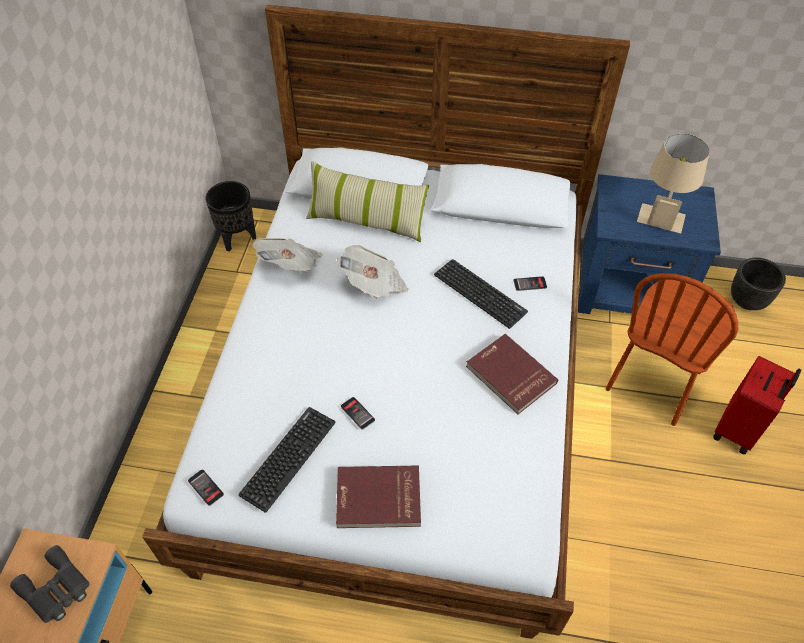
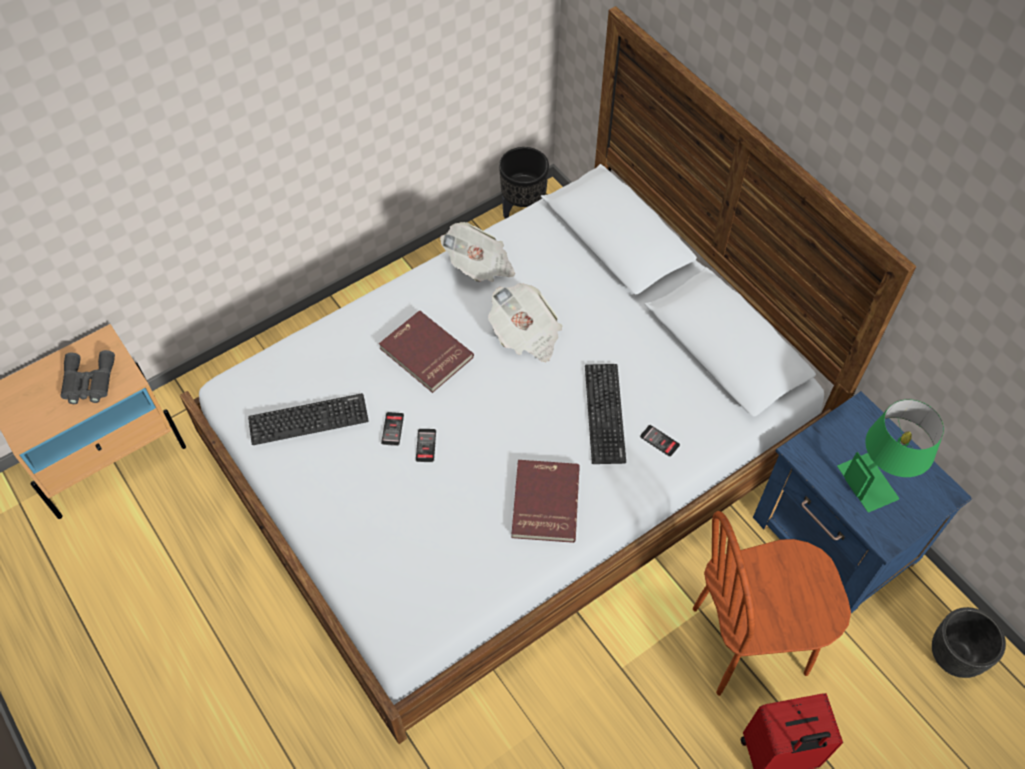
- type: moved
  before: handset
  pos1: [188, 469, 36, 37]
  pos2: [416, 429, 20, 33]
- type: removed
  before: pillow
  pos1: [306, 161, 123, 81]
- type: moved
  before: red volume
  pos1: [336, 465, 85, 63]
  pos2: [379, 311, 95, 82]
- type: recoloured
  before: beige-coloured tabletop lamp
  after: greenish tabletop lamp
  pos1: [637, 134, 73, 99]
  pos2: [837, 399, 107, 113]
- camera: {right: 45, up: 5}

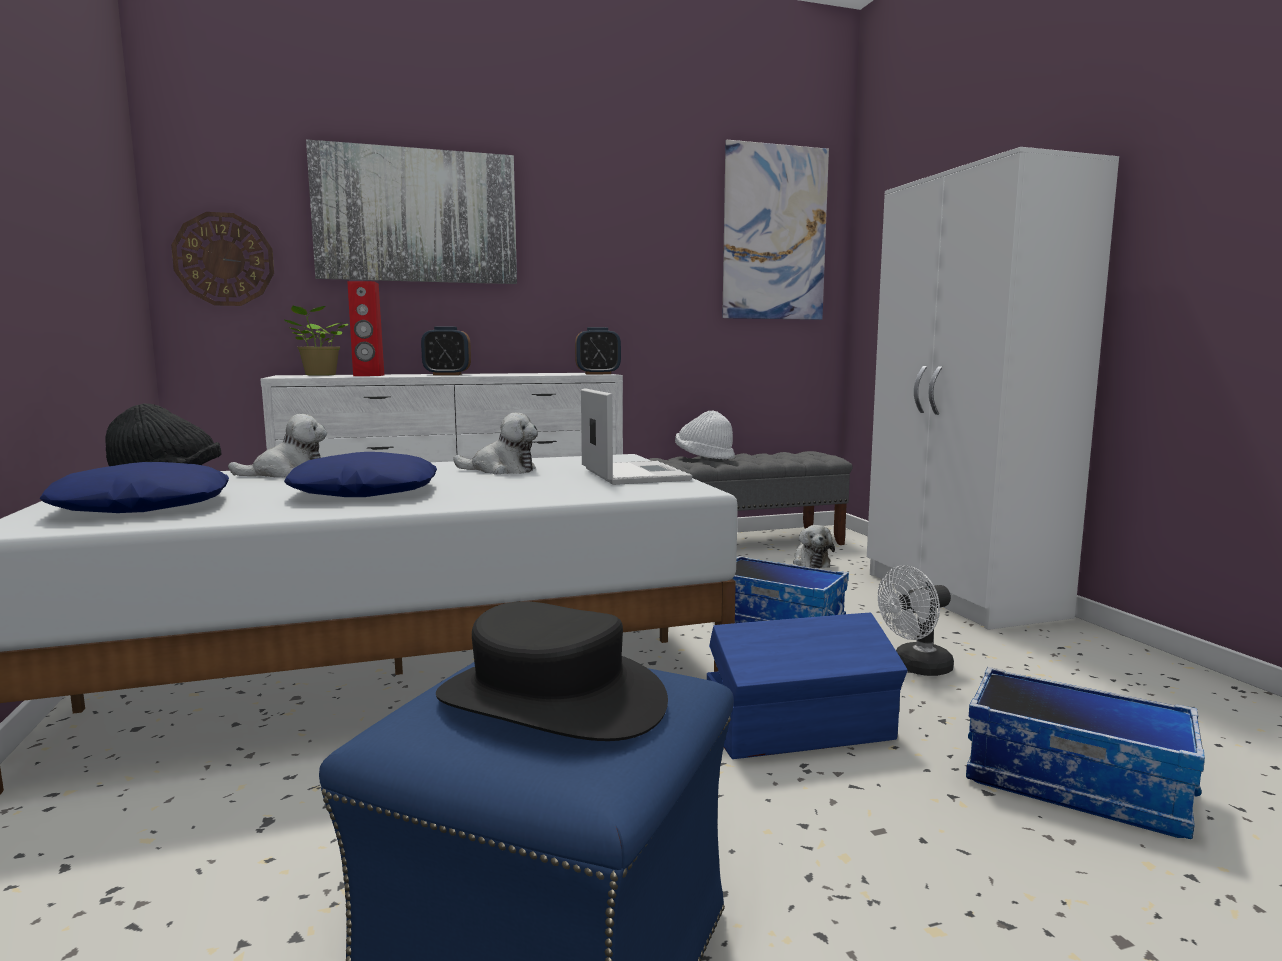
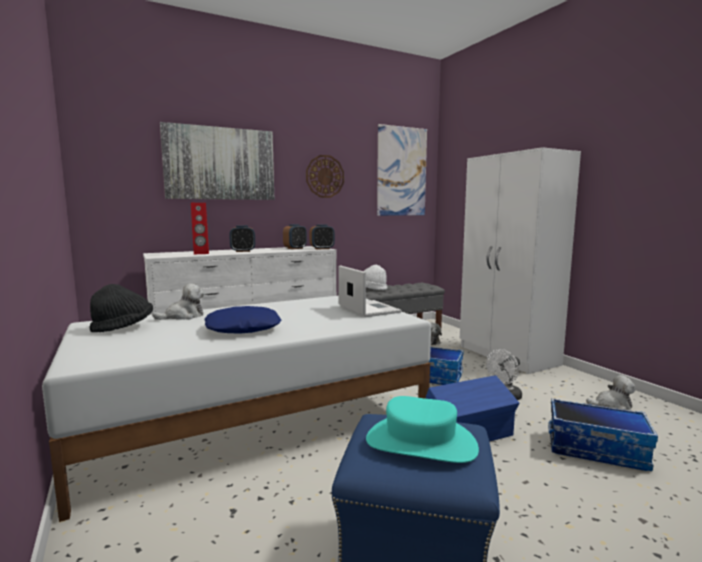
- type: removed
  before: blue pillow
  pos1: [40, 462, 189, 51]
- type: moved
  before: hanging clock
  pos1: [171, 212, 103, 94]
  pos2: [306, 155, 38, 43]
- type: removed
  before: plant in a pot
  pos1: [283, 305, 65, 71]
- type: recoloured
  before: blackish hat
  after: turquoise hat
  pos1: [436, 602, 232, 139]
  pos2: [366, 396, 113, 67]
- type: moved
  before: soft toy
  pos1: [453, 413, 85, 62]
  pos2: [586, 375, 49, 35]
- type: added
  after: bedside clock
  pos2: [283, 224, 24, 25]
- camera: {right: -10, up: 0}

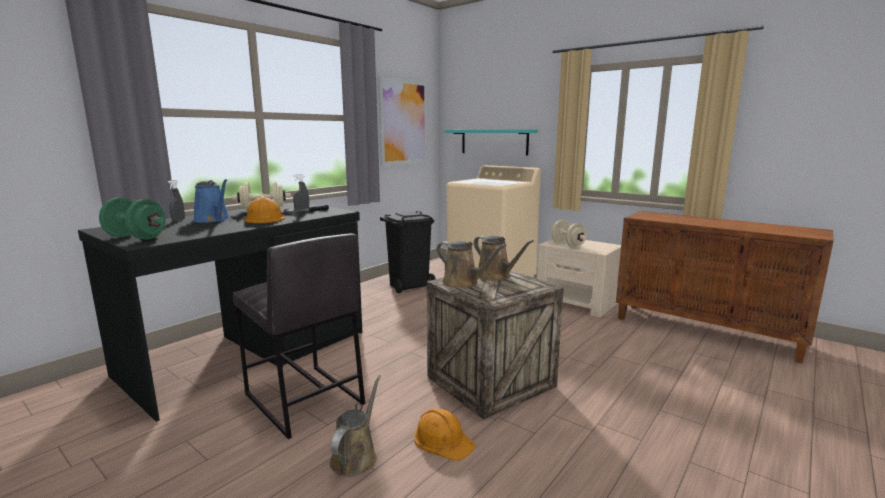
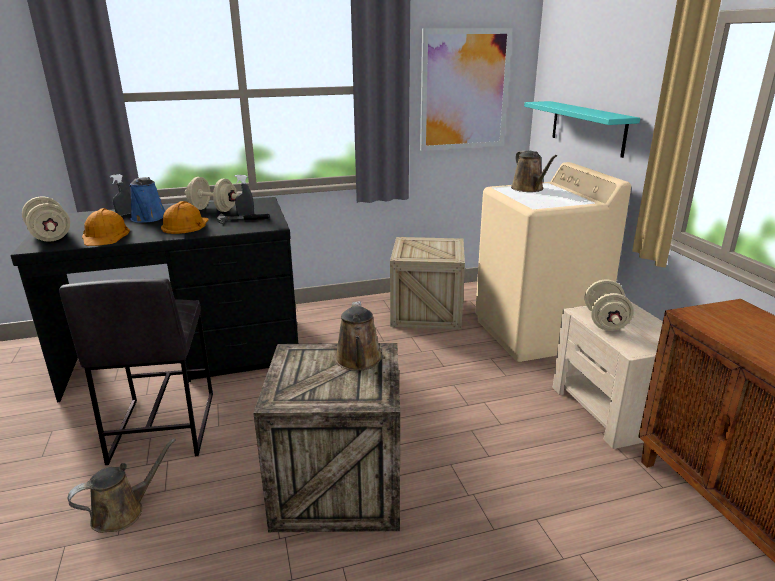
- type: recoloured
  before: greenish free weight
  after: beige-coloured free weight
  pos1: [99, 198, 67, 42]
  pos2: [22, 196, 48, 46]
- type: replaced
  before: blackish trash can
  after: shipping crate
  pos1: [380, 211, 56, 82]
  pos2: [390, 237, 75, 93]
- type: moved
  before: orange-coloured safety helmet
  pos1: [414, 408, 62, 52]
  pos2: [82, 208, 48, 38]
- type: moved
  before: brown sprinkling can
  pos1: [436, 241, 71, 47]
  pos2: [511, 151, 46, 41]
- camera: {right: 35, up: 10}

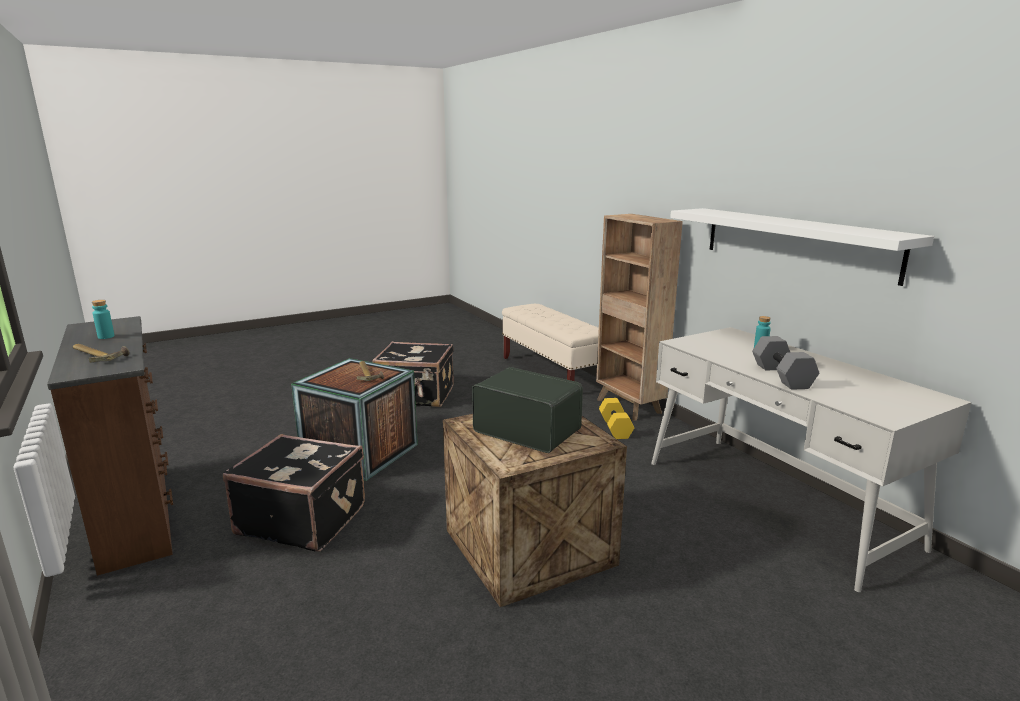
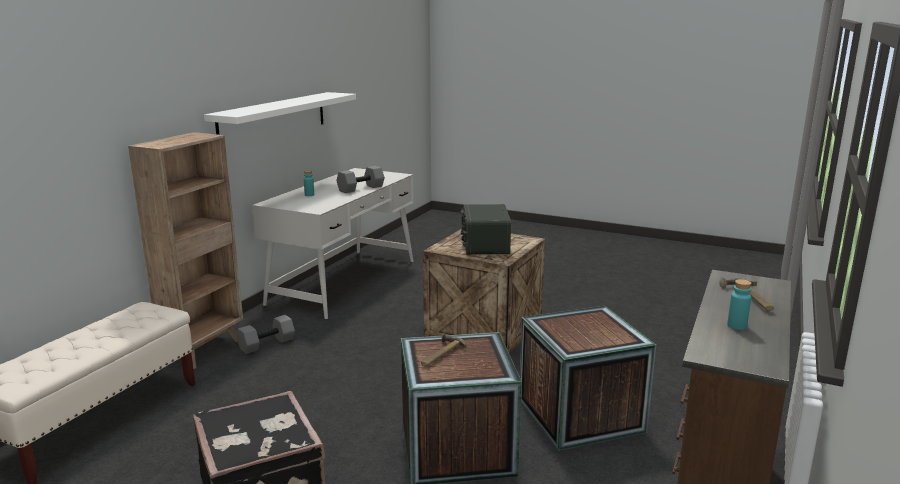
- type: replaced
  before: blackish suitcase
  after: shipping crate
  pos1: [223, 434, 142, 117]
  pos2: [520, 306, 136, 145]
- type: recoloured
  before: yellow free weight
  after: grey free weight
  pos1: [599, 398, 35, 41]
  pos2: [237, 315, 58, 39]
- camera: {right: -125, up: 0}

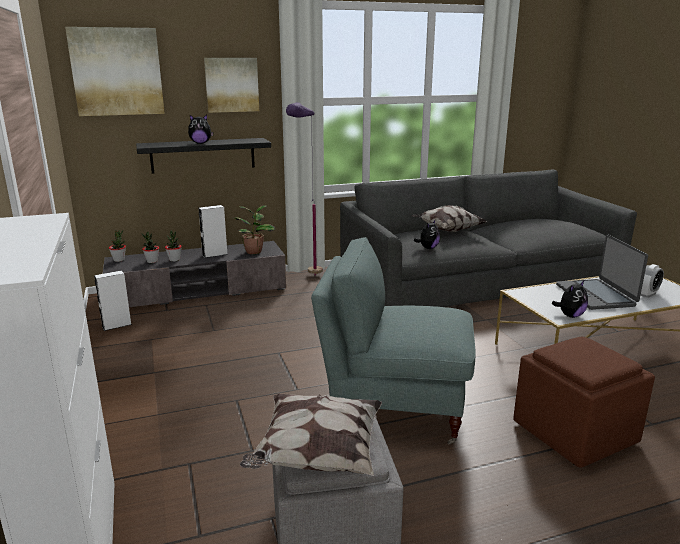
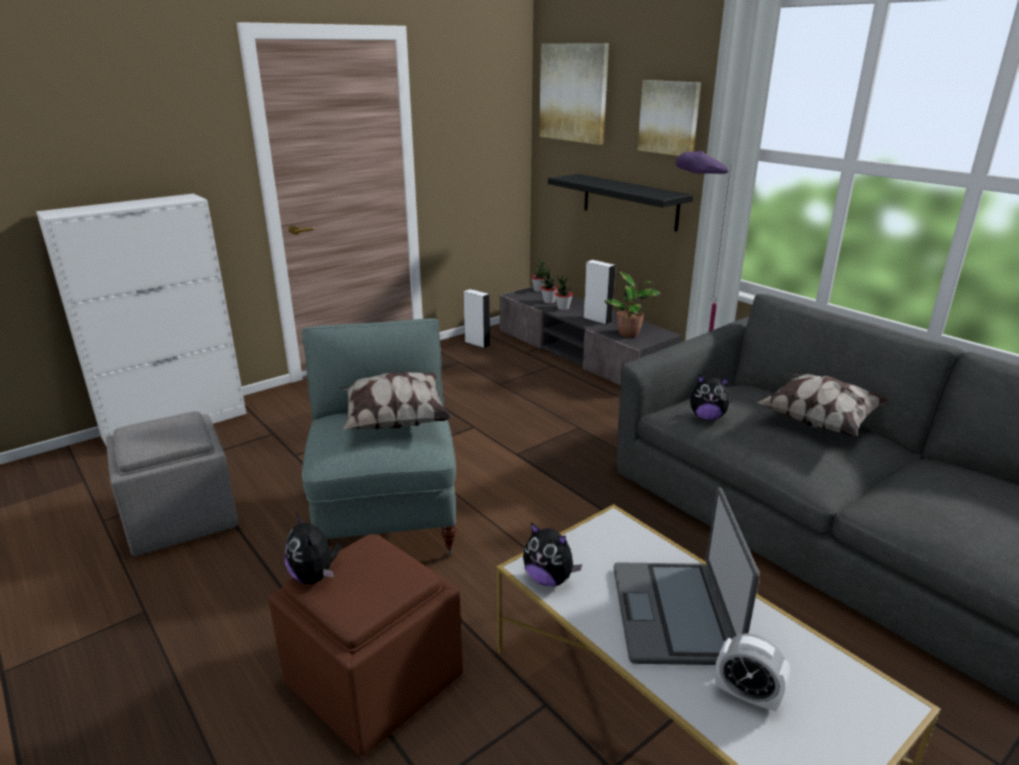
- type: moved
  before: soft toy
  pos1: [188, 115, 26, 29]
  pos2: [284, 513, 57, 71]
- type: moved
  before: pillow
  pos1: [240, 394, 142, 82]
  pos2: [338, 372, 115, 57]
- type: turned
  before: notebook computer
  pos1: [556, 235, 92, 75]
  pos2: [614, 487, 146, 178]
  turn: -60
- camera: {right: 70, up: 5}

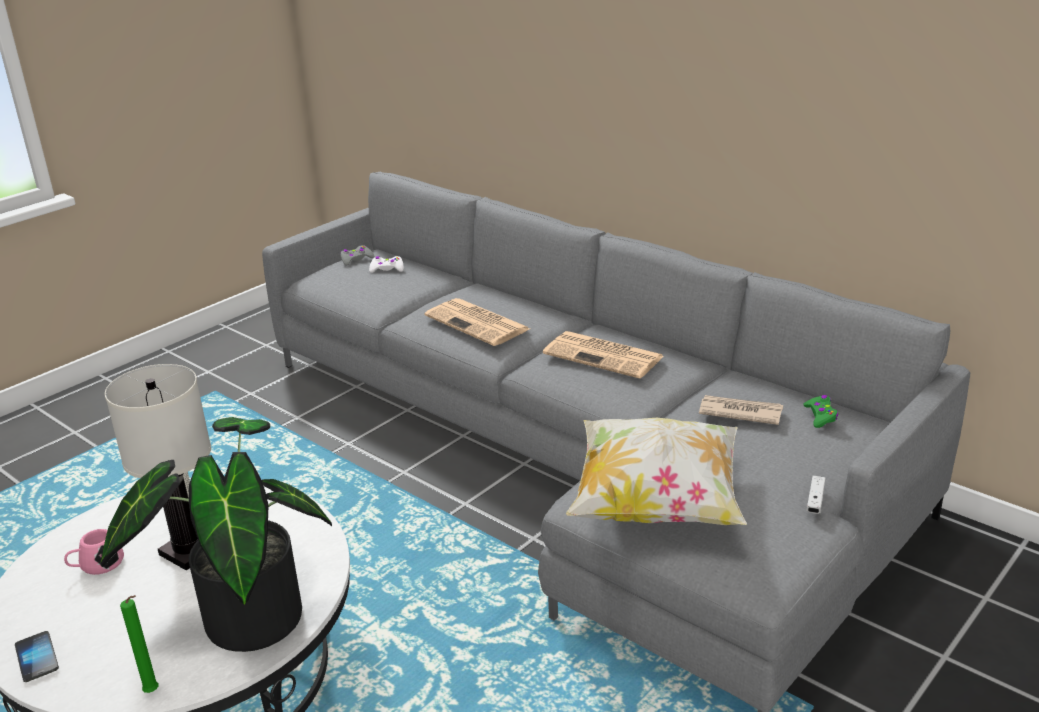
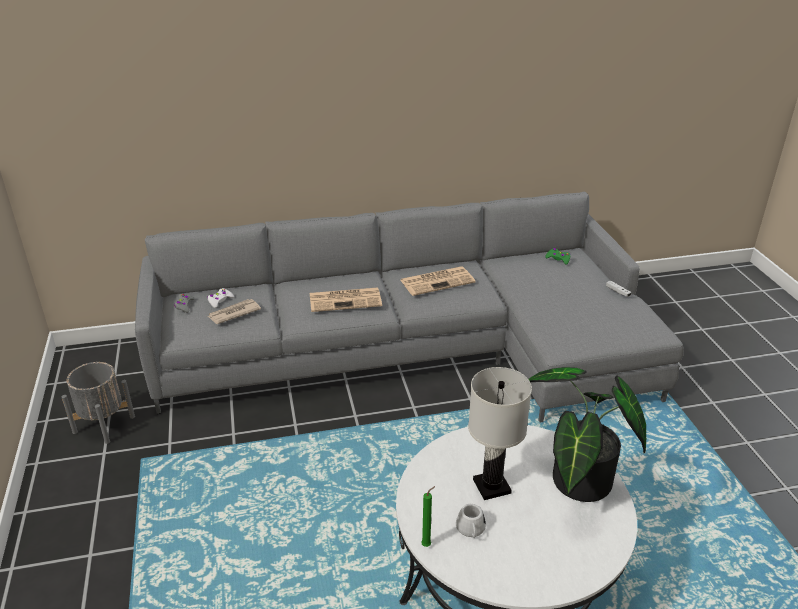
- type: removed
  before: handset
  pos1: [15, 631, 44, 51]
- type: recoloured
  before: pinkish coffee mug
  after: whitish coffee mug
  pos1: [64, 529, 60, 46]
  pos2: [456, 504, 30, 34]
- type: moved
  before: greenish candle
  pos1: [120, 595, 39, 98]
  pos2: [421, 486, 14, 61]
- type: removed
  before: pillow
  pos1: [566, 418, 181, 107]
- type: moved
  before: printed paper
  pos1: [699, 395, 84, 30]
  pos2: [207, 299, 54, 25]
- type: added
  after: grey planter
  pos2: [61, 362, 74, 82]
- camera: {right: -55, up: 5}

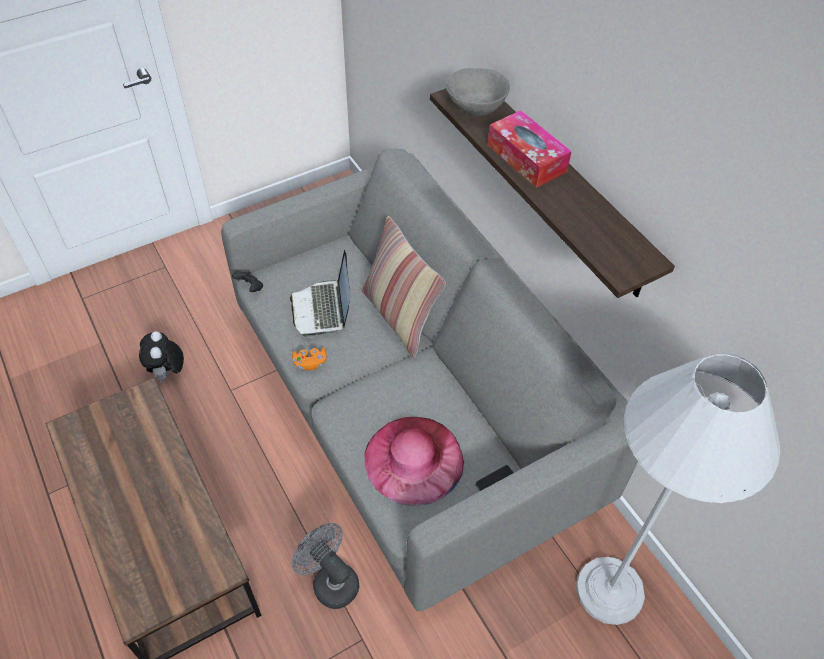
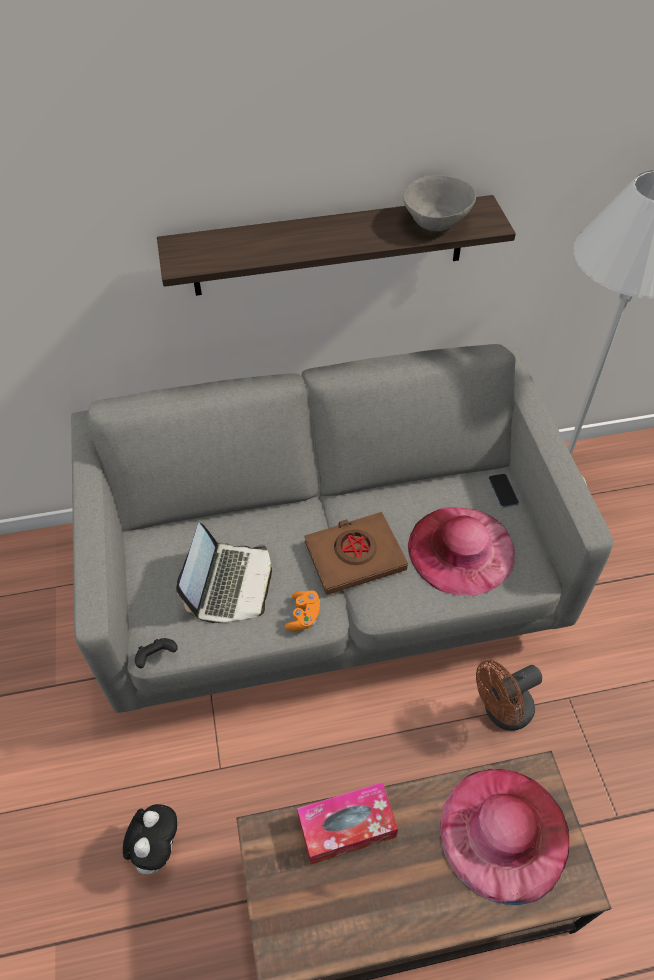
- type: turned
  before: soft toy
  pos1: [139, 331, 45, 52]
  pos2: [123, 804, 54, 71]
  turn: -90
- type: turned
  before: notebook computer
  pos1: [290, 250, 60, 88]
  pos2: [176, 523, 96, 100]
  turn: -90
- type: recoloured
  before: grey fan
  after: brown fan
  pos1: [292, 523, 67, 86]
  pos2: [476, 660, 66, 71]
- type: removed
  before: pillow
  pos1: [361, 216, 85, 142]
- type: moved
  before: grey serving bowl
  pos1: [445, 68, 65, 48]
  pos2: [403, 175, 73, 56]
- type: moved
  before: tissue box
  pos1: [488, 110, 84, 78]
  pos2: [297, 782, 101, 83]
- type: added
  after: brown volume
  pos2: [304, 512, 104, 83]
- type: added
  after: pinkish hat
  pos2: [440, 769, 129, 136]
- camera: {right: -70, up: 0}

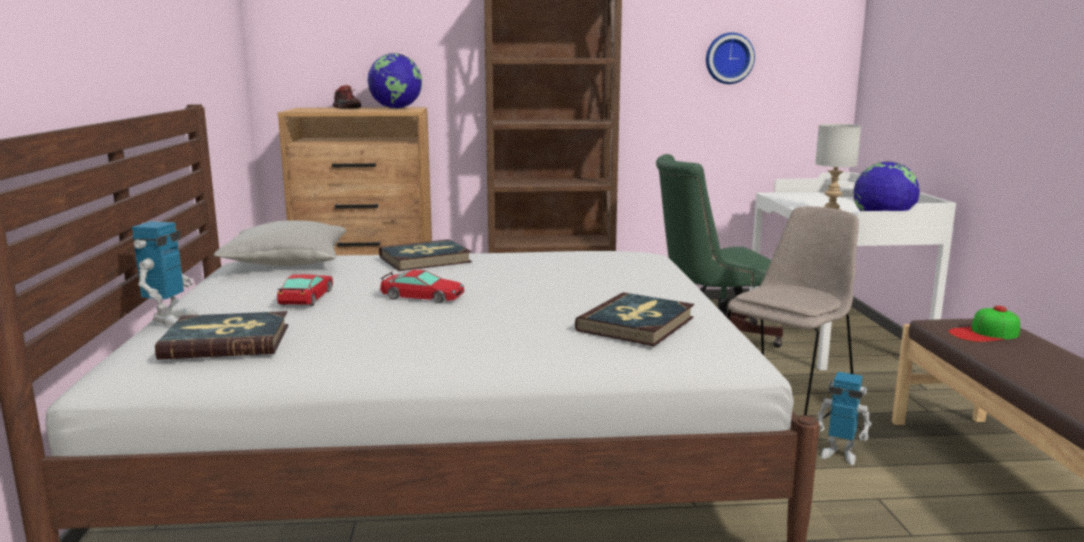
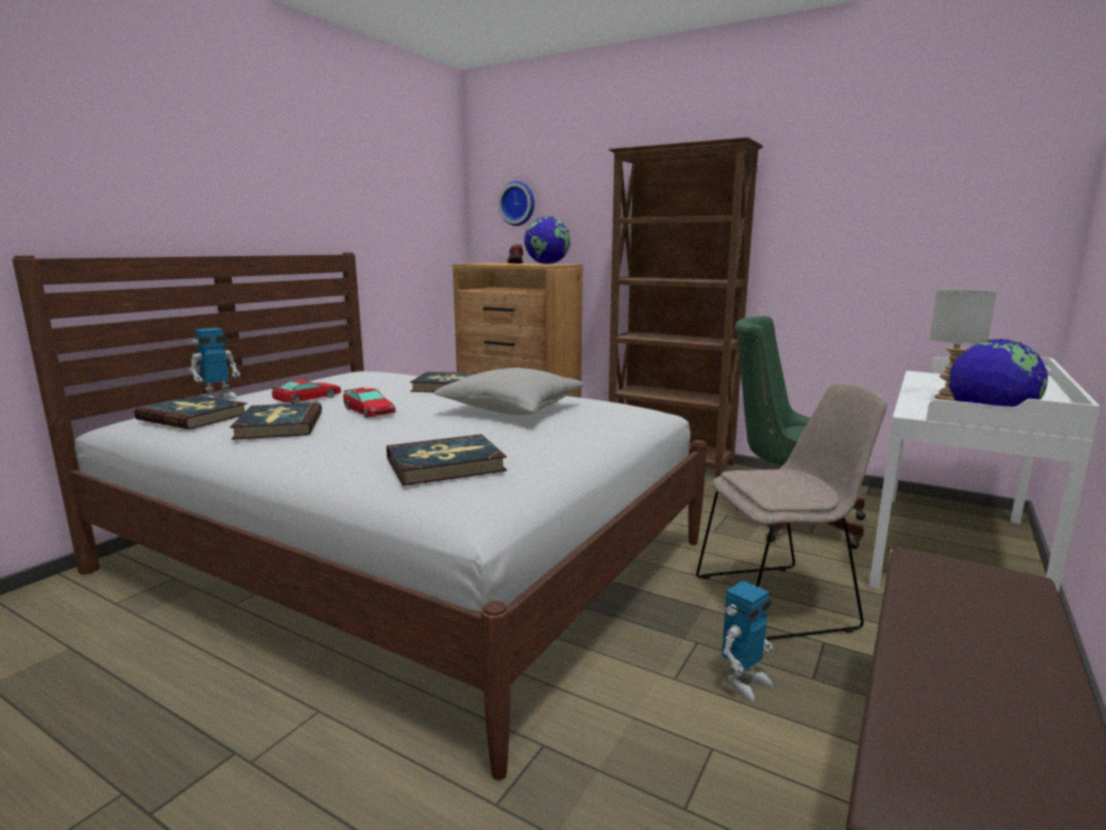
- type: moved
  before: grey pillow
  pos1: [214, 221, 132, 45]
  pos2: [433, 368, 151, 47]
- type: moved
  before: hanging clock
  pos1: [706, 32, 49, 52]
  pos2: [498, 181, 36, 45]
- type: turned
  before: model robot
  pos1: [817, 372, 55, 93]
  pos2: [722, 581, 51, 120]
  turn: -105
- type: removed
  before: baseball cap
  pos1: [948, 306, 72, 36]
- type: added
  after: volume
  pos2: [230, 402, 92, 38]
- camera: {right: 35, up: 0}

